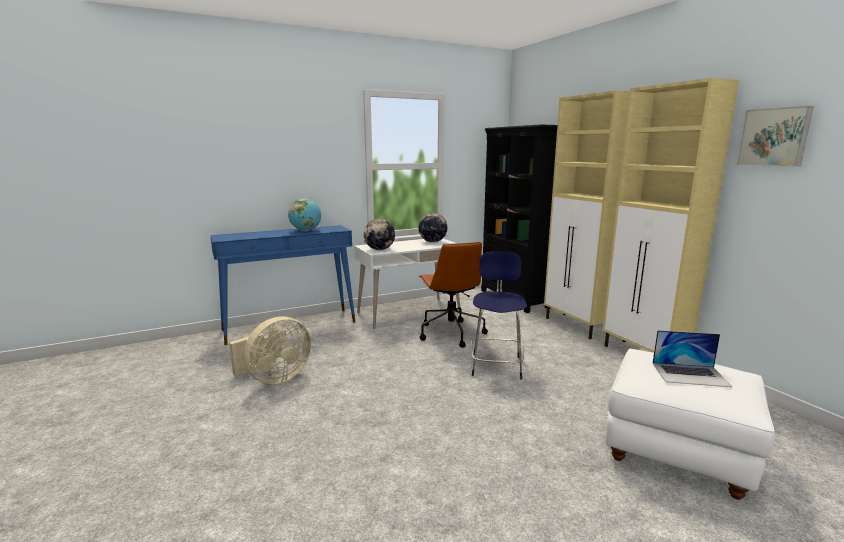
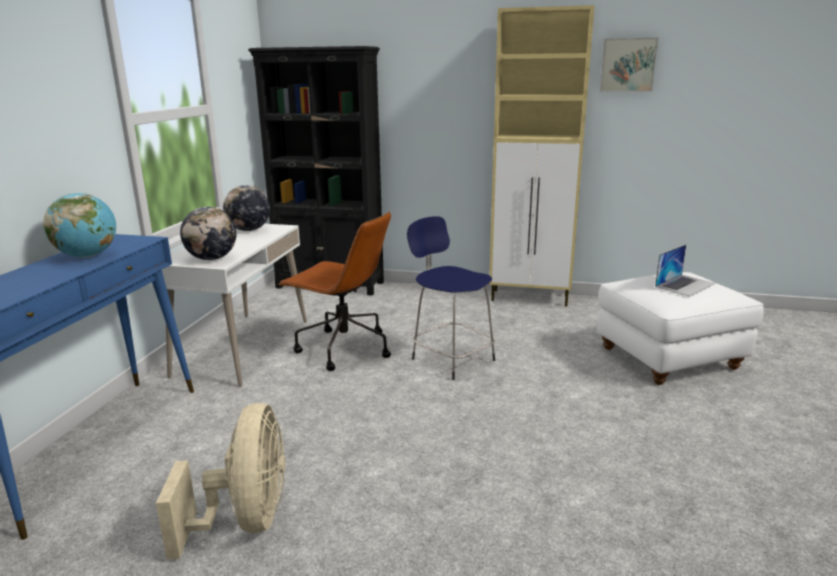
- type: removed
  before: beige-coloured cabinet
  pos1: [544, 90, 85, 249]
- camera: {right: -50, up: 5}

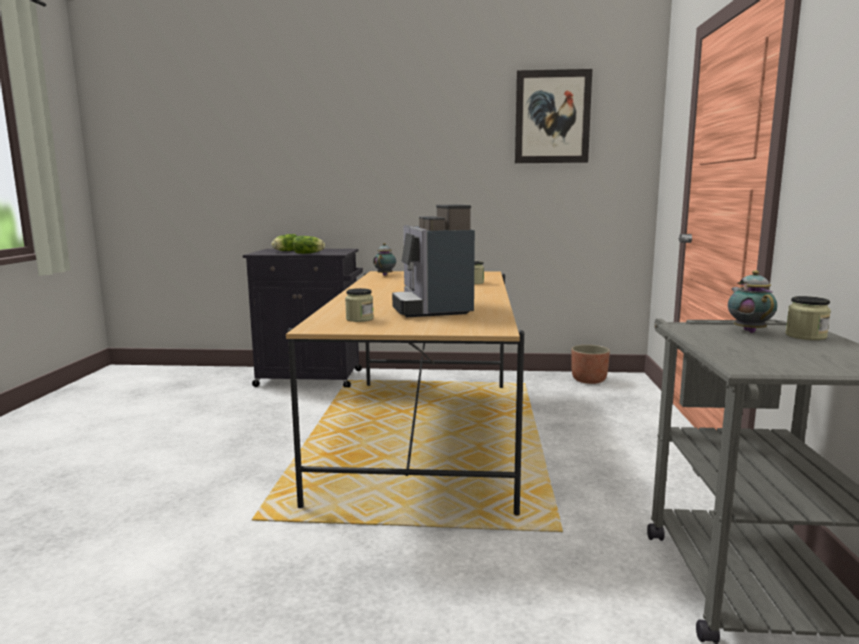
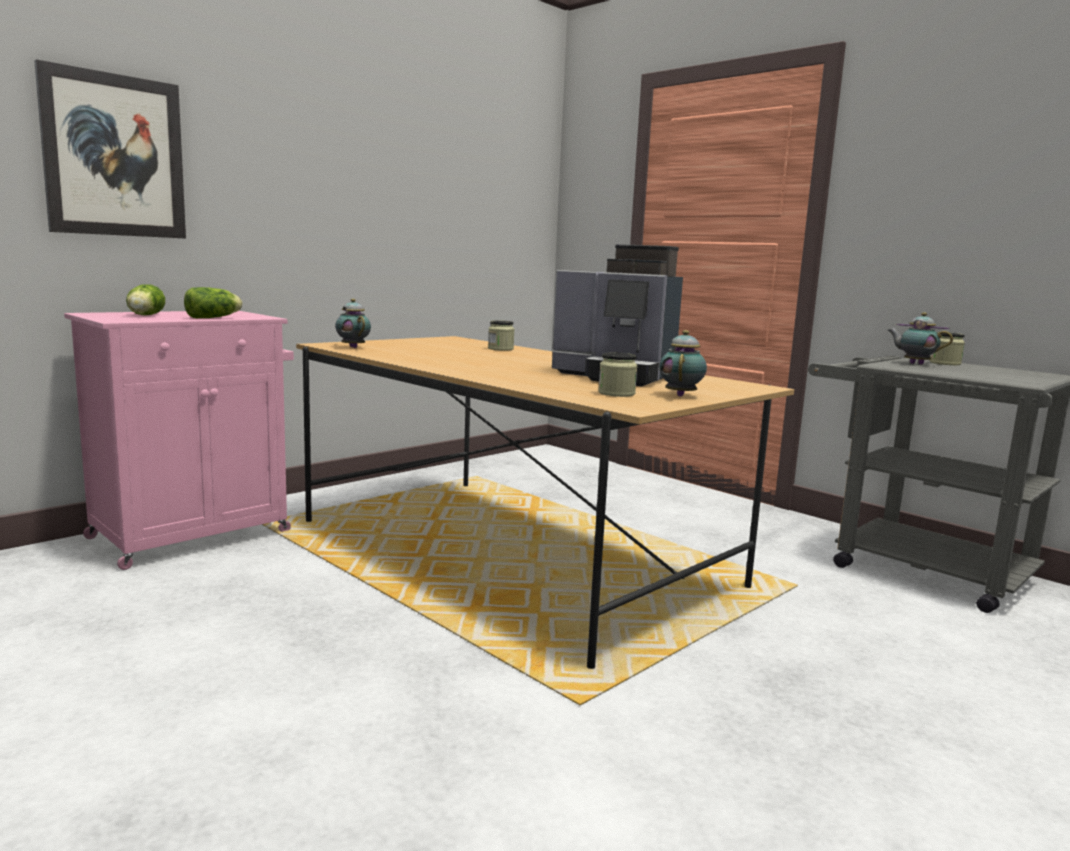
- type: recoloured
  before: blackish cabinet
  after: pinkish cabinet
  pos1: [243, 249, 120, 138]
  pos2: [64, 311, 230, 259]
- type: moved
  before: wall art
  pos1: [515, 69, 77, 94]
  pos2: [34, 59, 152, 179]
- type: removed
  before: planter
  pos1: [571, 345, 39, 39]
- type: added
  after: teapot
  pos2: [659, 330, 48, 67]
- camera: {right: -50, up: 0}

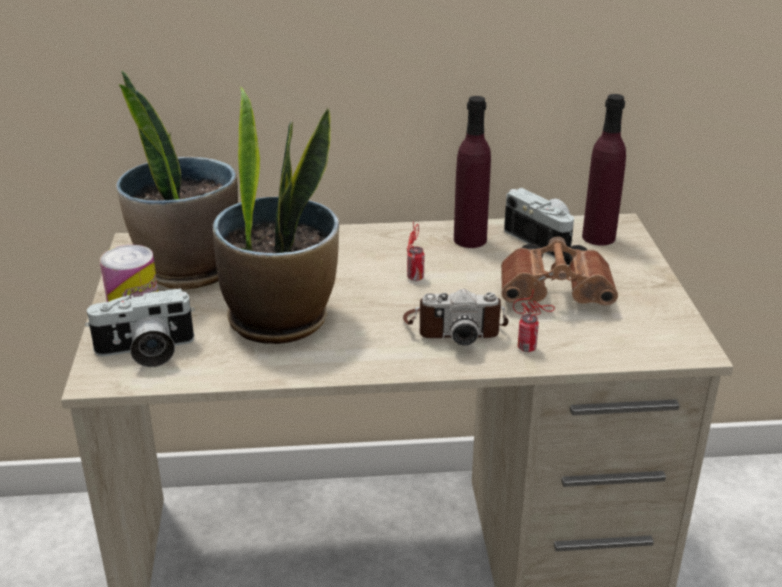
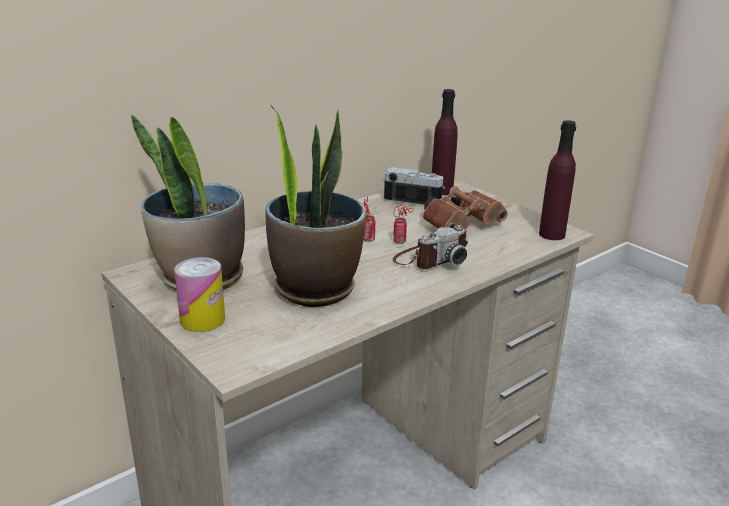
- type: removed
  before: photo camera
  pos1: [85, 288, 110, 79]
- type: moved
  before: purplish drink bottle
  pos1: [454, 96, 37, 152]
  pos2: [539, 120, 37, 120]
- type: moved
  before: metal can
  pos1: [513, 289, 42, 63]
  pos2: [393, 198, 20, 46]
- camera: {right: -35, up: -5}

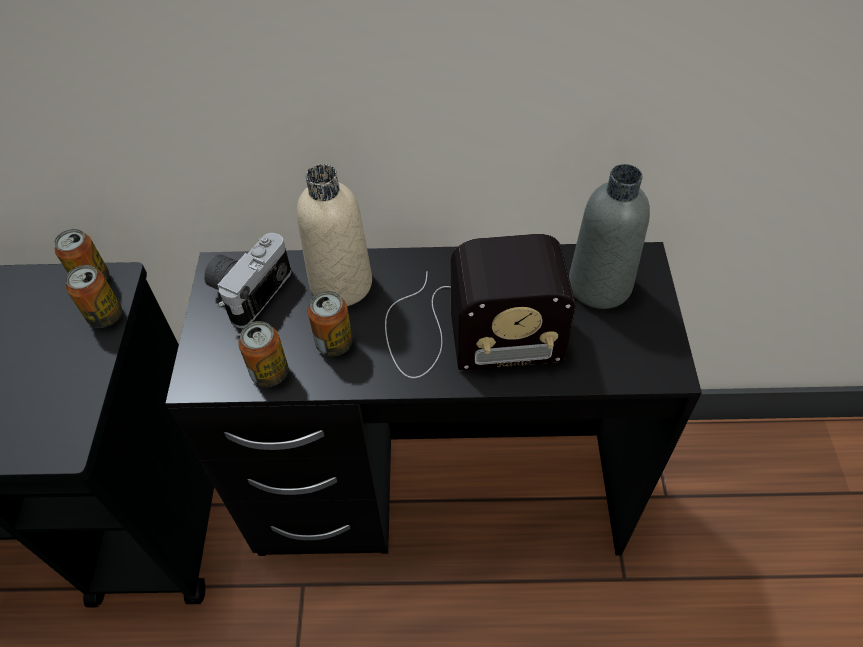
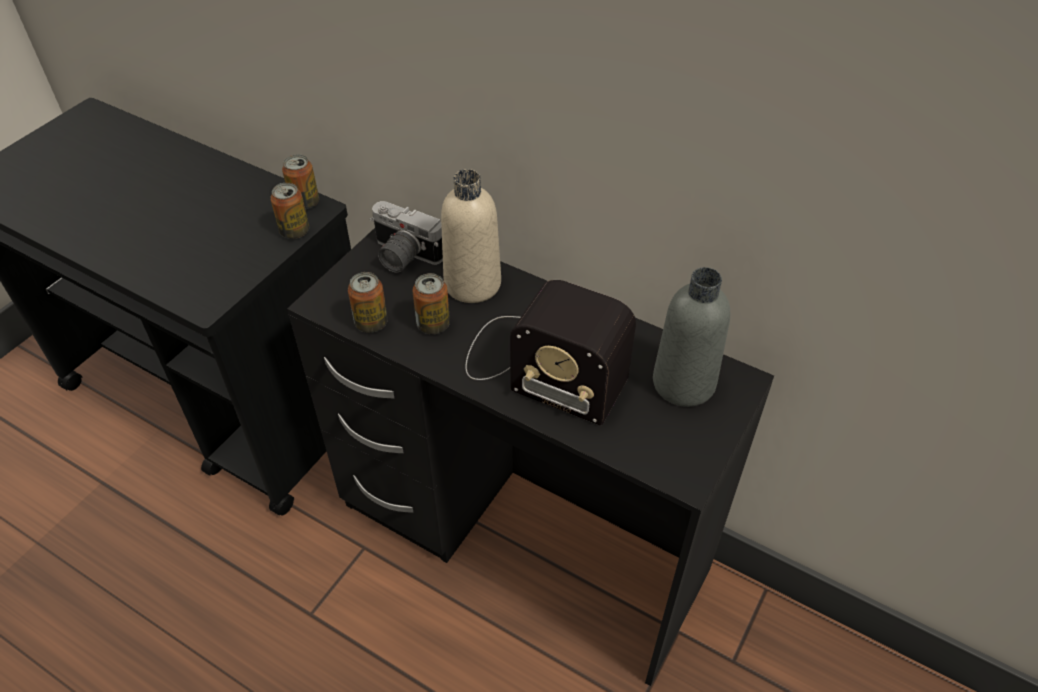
- type: turned
  before: photo camera
  pos1: [204, 233, 87, 95]
  pos2: [370, 201, 73, 72]
  turn: -120
- camera: {right: 30, up: -5}

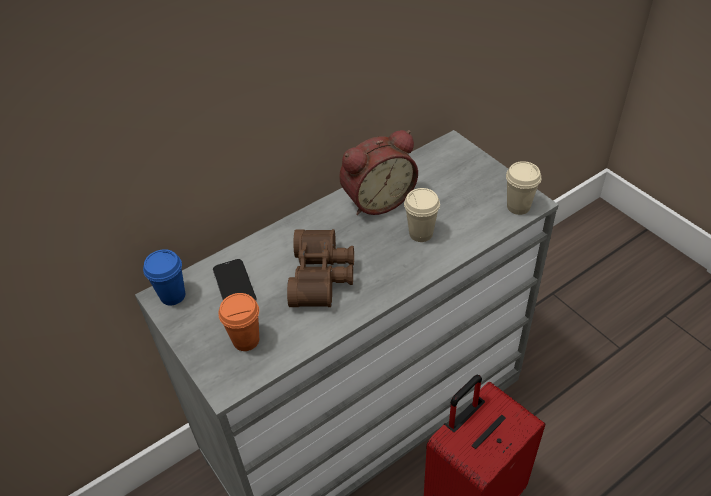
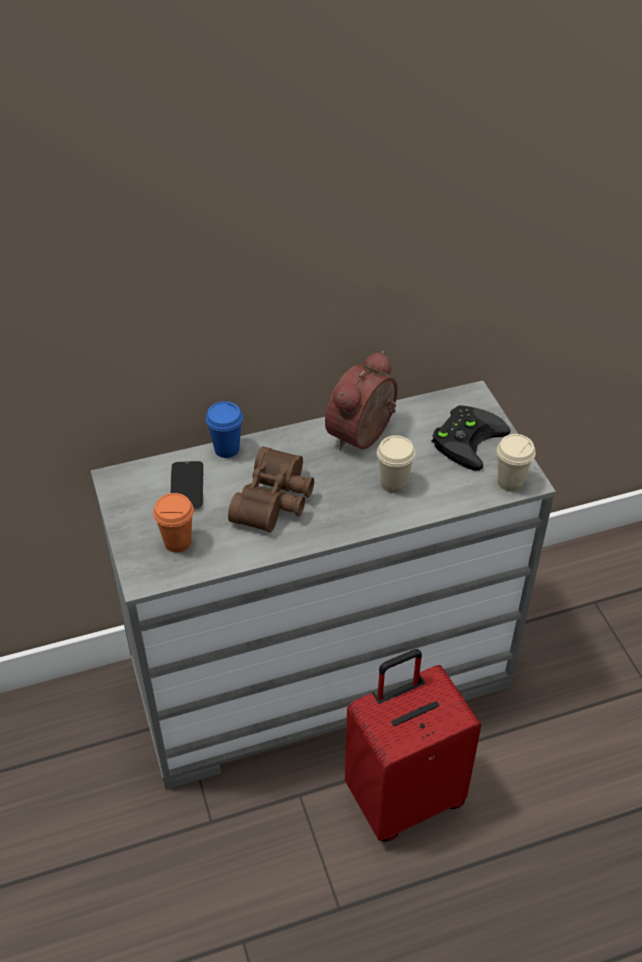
- type: moved
  before: blue drinking cup
  pos1: [143, 249, 42, 56]
  pos2: [206, 401, 37, 57]
- type: turned
  before: bedside clock
  pos1: [339, 130, 79, 85]
  pos2: [325, 351, 73, 100]
  turn: 135
- type: added
  after: blackish game controller
  pos2: [432, 405, 78, 66]
- camera: {right: 15, up: 0}

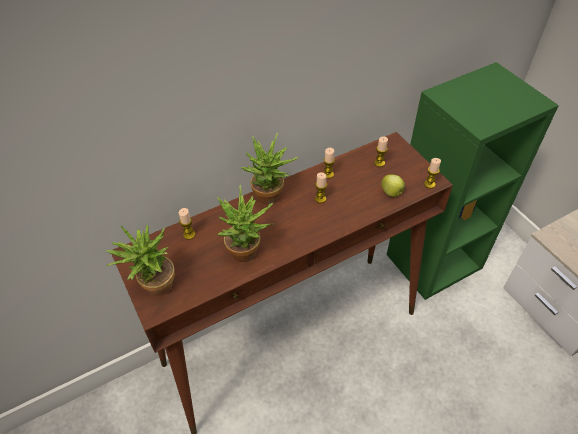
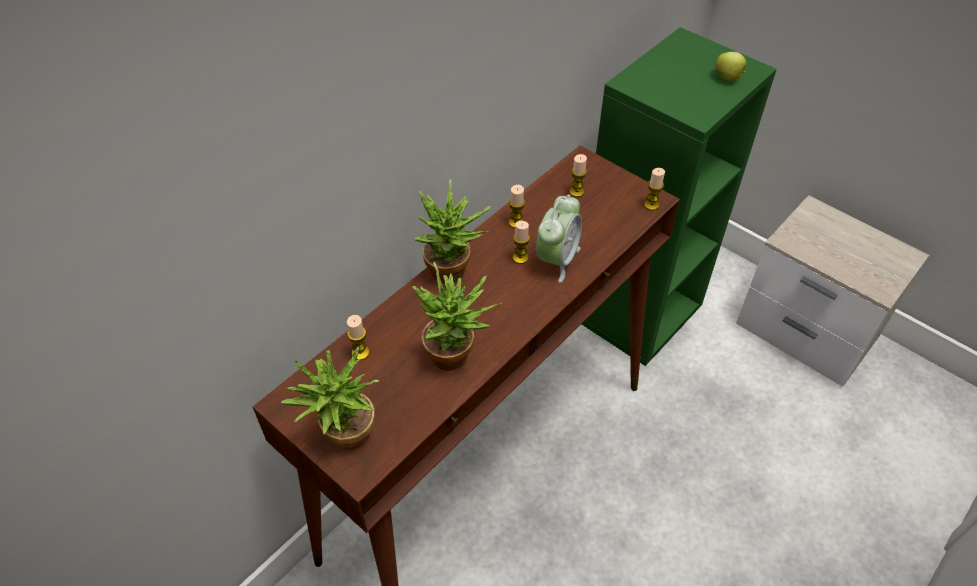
- type: moved
  before: whole apple
  pos1: [381, 174, 24, 23]
  pos2: [715, 52, 32, 29]
- type: added
  after: bedside clock
  pos2: [536, 194, 46, 89]
- camera: {right: -20, up: 0}

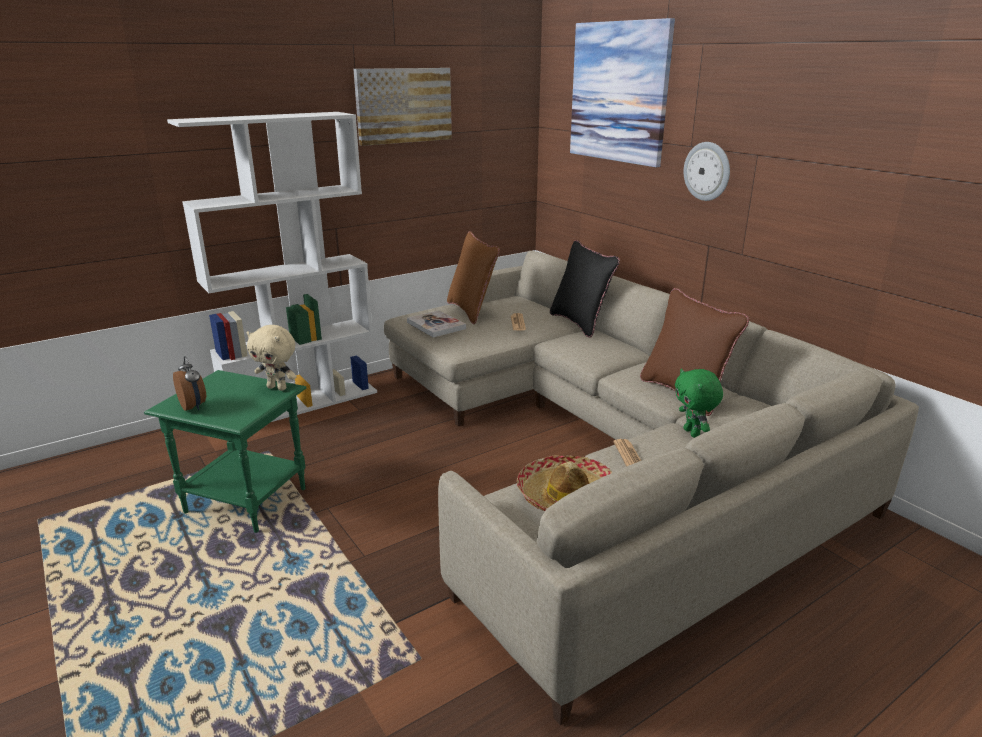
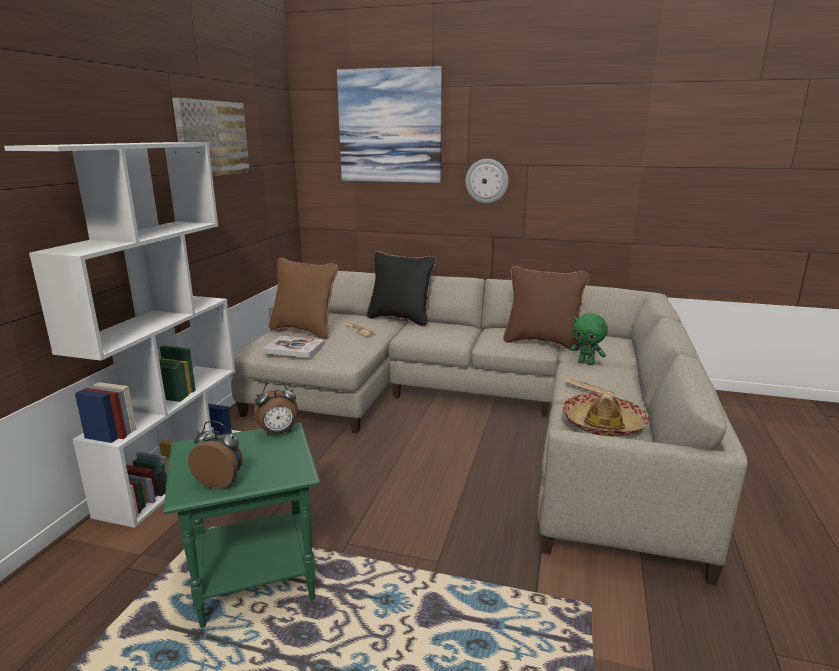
- type: replaced
  before: beige-coloured soft toy
  after: bedside clock
  pos1: [246, 325, 50, 66]
  pos2: [254, 381, 44, 55]
- camera: {right: -40, up: -5}

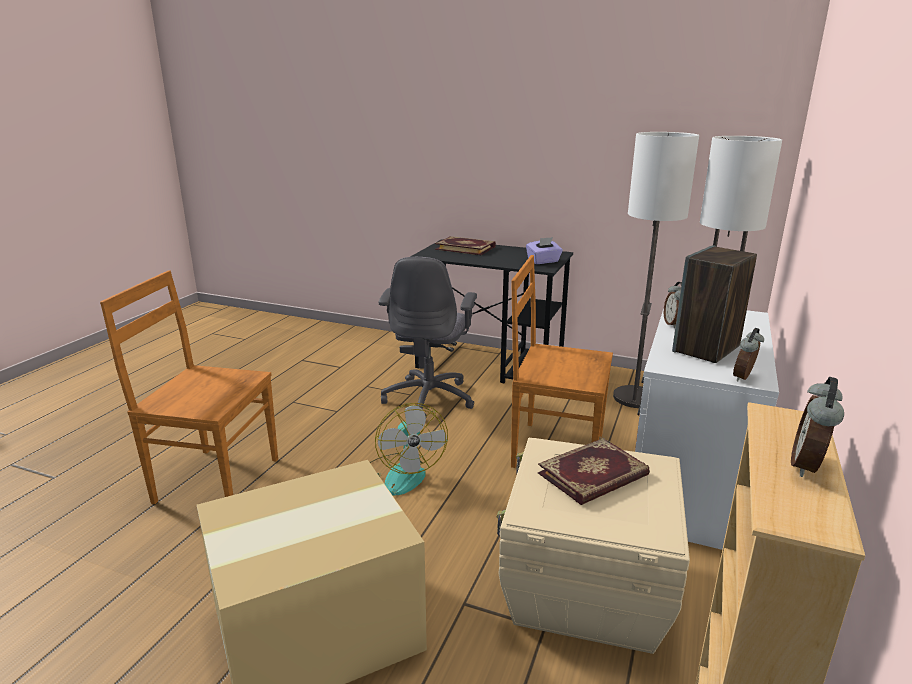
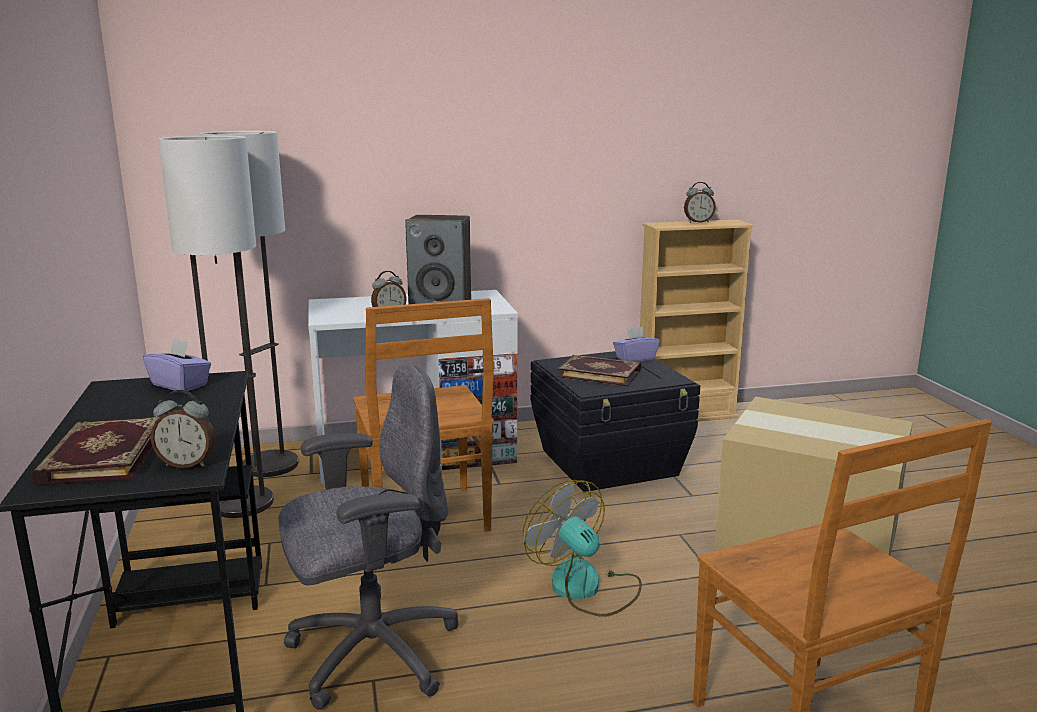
- type: turned
  before: fan
  pos1: [370, 403, 78, 93]
  pos2: [522, 480, 120, 137]
  turn: -75
- type: recoloured
  before: beige-coloured storage box
  after: blackish storage box
  pos1: [497, 438, 193, 216]
  pos2: [531, 351, 169, 141]
- type: moved
  before: bedside clock
  pos1: [733, 328, 31, 54]
  pos2: [151, 390, 64, 78]
- type: added
  after: purplish tissue box
  pos2: [613, 327, 47, 35]
- camera: {right: -125, up: -5}

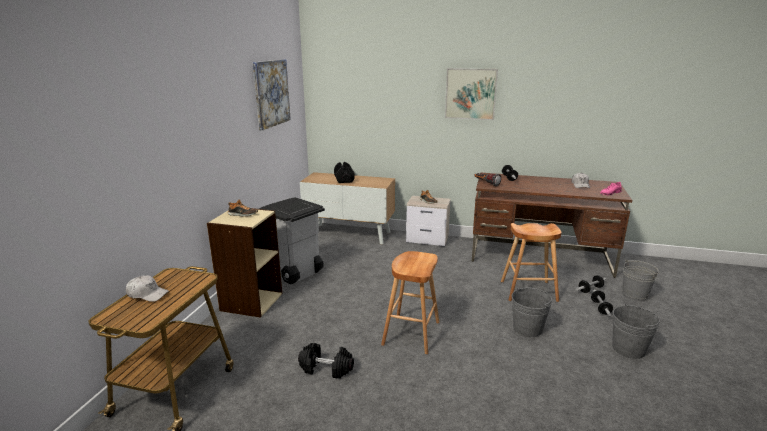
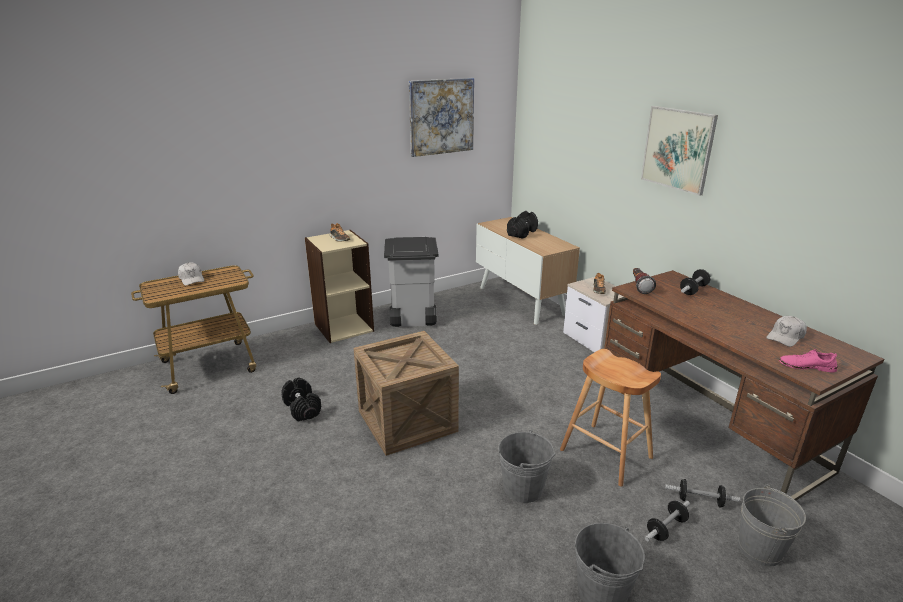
- type: replaced
  before: brown sitting stool
  after: shipping crate
  pos1: [381, 251, 59, 103]
  pos2: [354, 331, 105, 125]
- camera: {right: 45, up: 5}

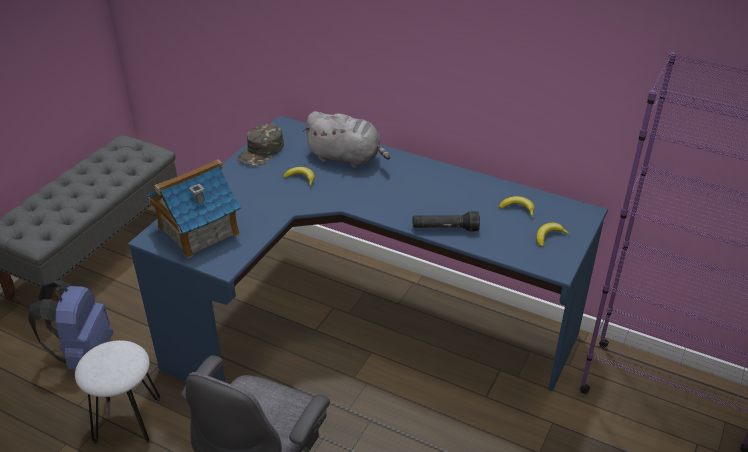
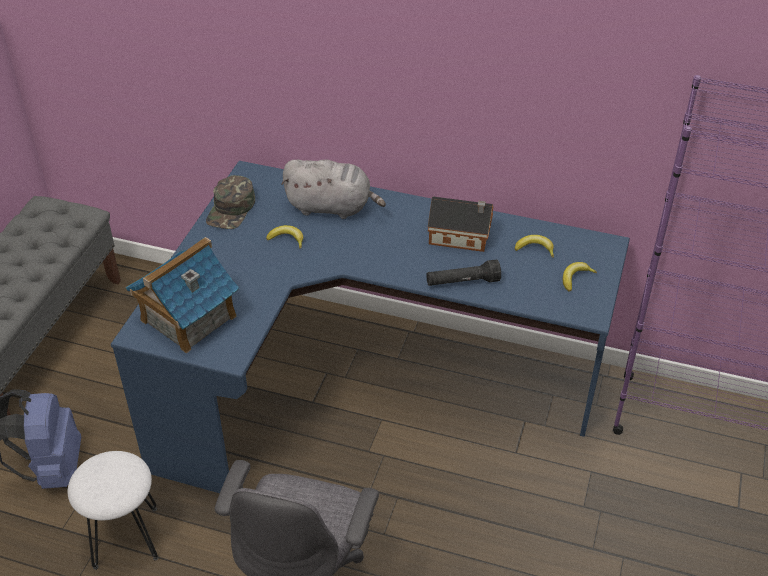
- type: added
  after: model house
  pos2: [428, 196, 66, 56]
- camera: {right: -10, up: 5}

